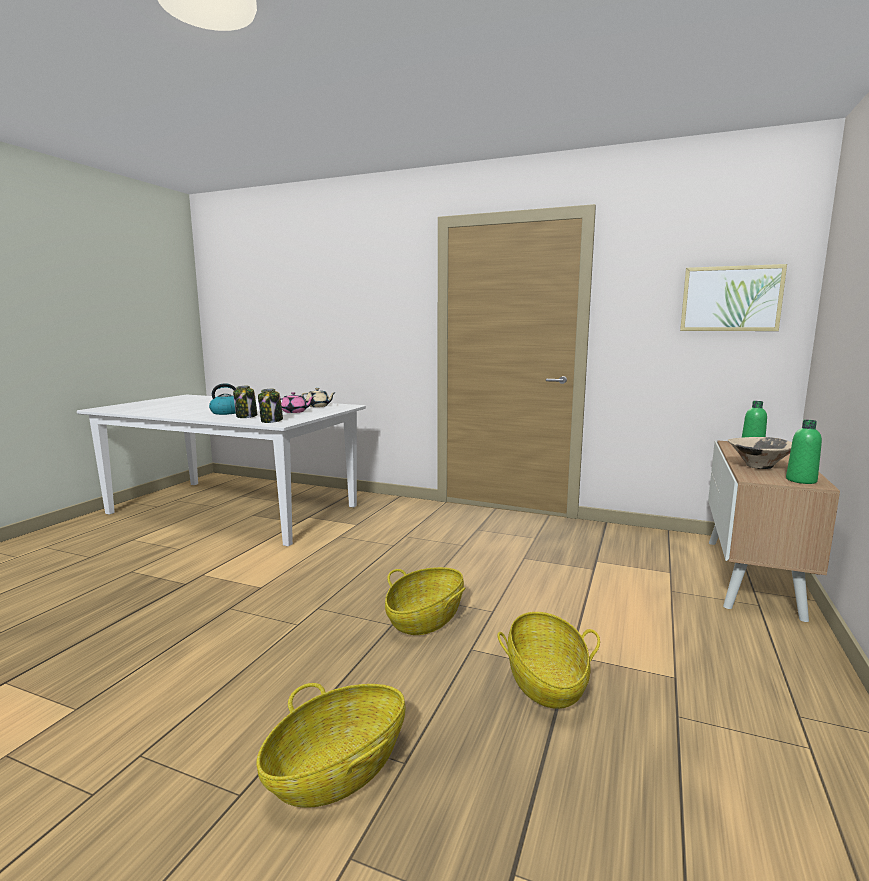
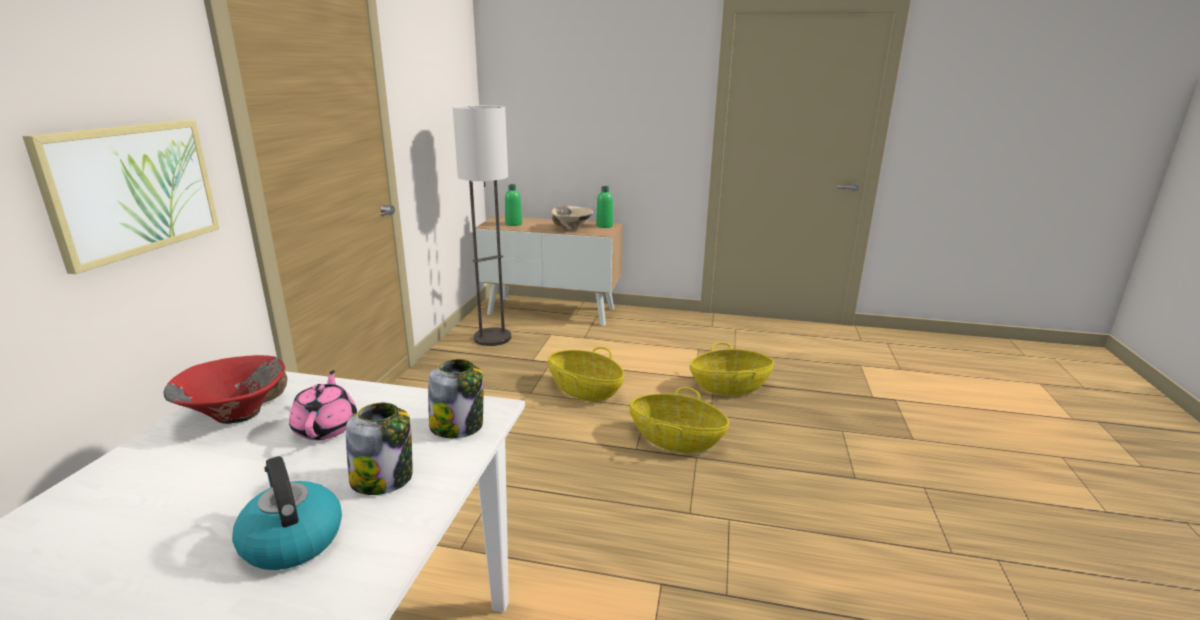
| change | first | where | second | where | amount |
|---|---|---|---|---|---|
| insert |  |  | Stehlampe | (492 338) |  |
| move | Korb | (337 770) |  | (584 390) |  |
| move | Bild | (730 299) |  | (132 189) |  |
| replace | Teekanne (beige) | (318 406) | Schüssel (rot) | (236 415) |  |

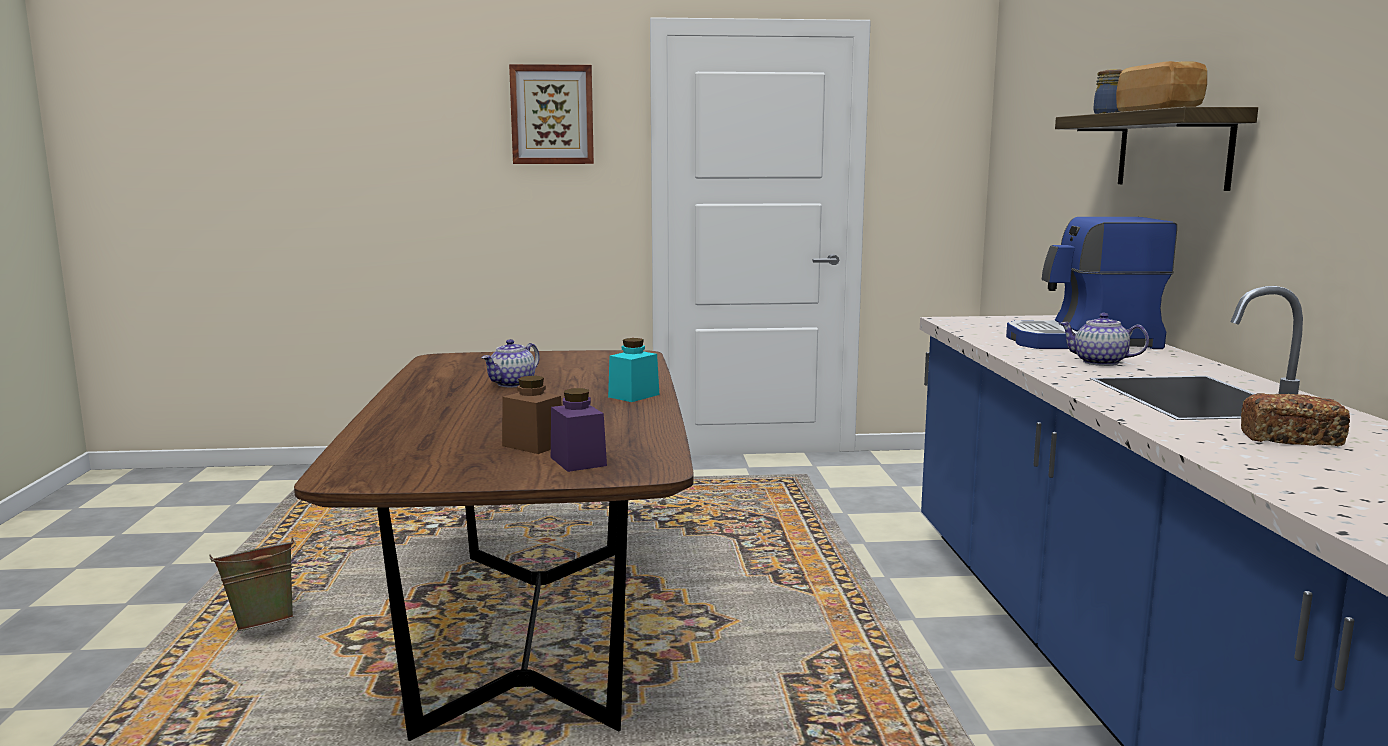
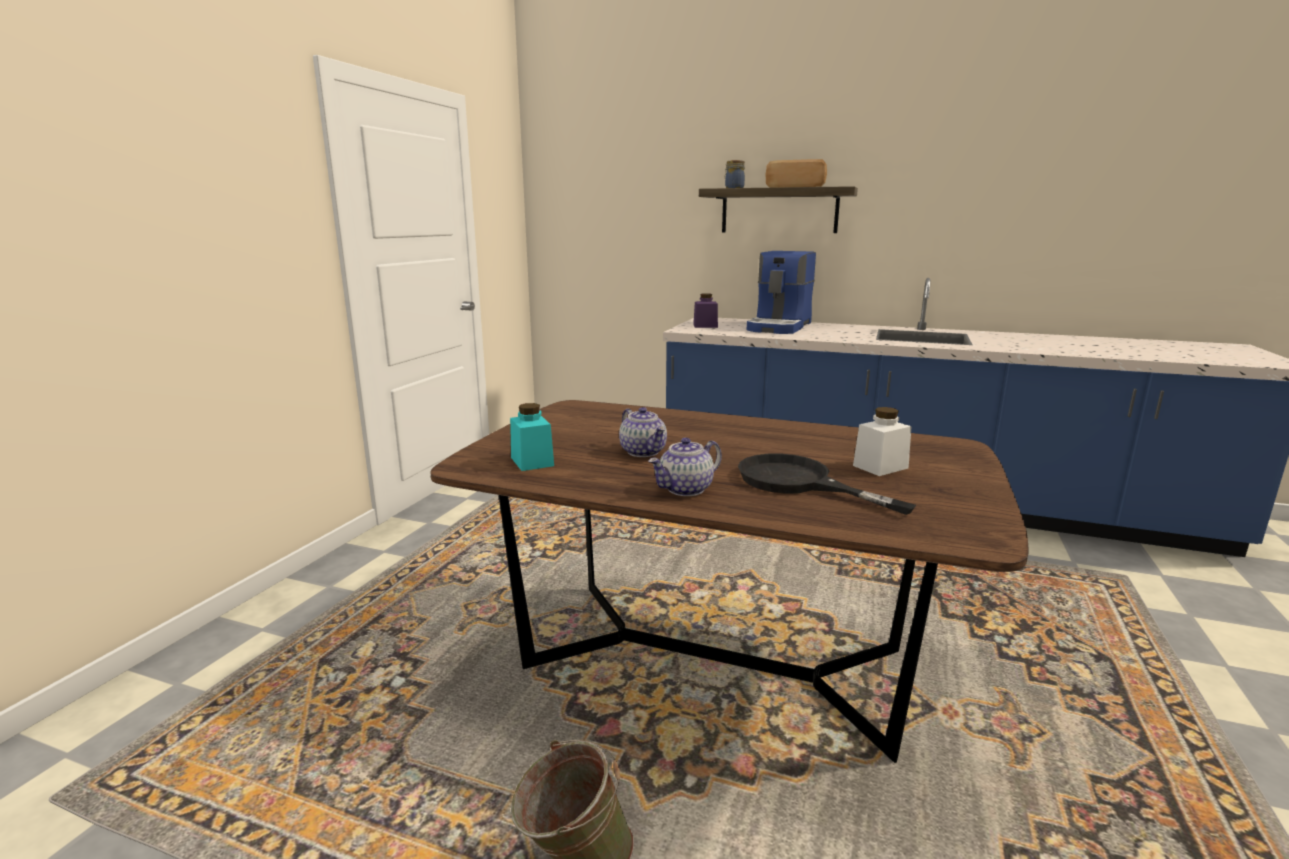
| change | first | where | second | where | amount |
|---|---|---|---|---|---|
| delete | Bild | (552 115) |  |  |  |
| delete | Brot | (1291 439) |  |  |  |
| insert |  |  | Pfanne (schwarz) | (798 482) |  |
| move | Vorratsglas (lila) | (578 461) |  | (705 326) |  |
| move | Vorratsglas (türkis) | (633 396) |  | (532 461) |  |
| move | Teekanne | (1099 362) |  | (685 489) |  |
| recolor | Vorratsglas (braun) | (533 445) | Vorratsglas (weiß) | (880 467) |  |

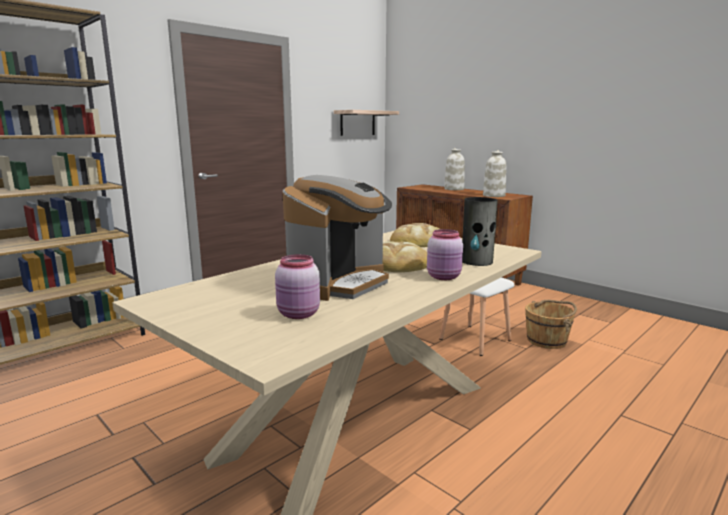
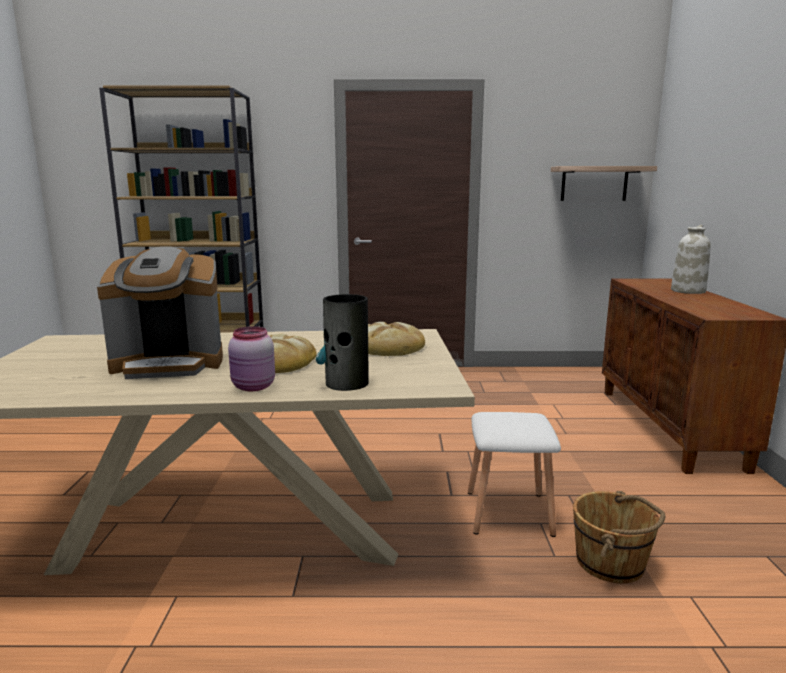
| change | first | where | second | where | amount |
|---|---|---|---|---|---|
| delete | Vorratsglas (rosa) | (299 314) |  |  |  |
| delete | Vase (weiß) | (493 195) |  |  |  |

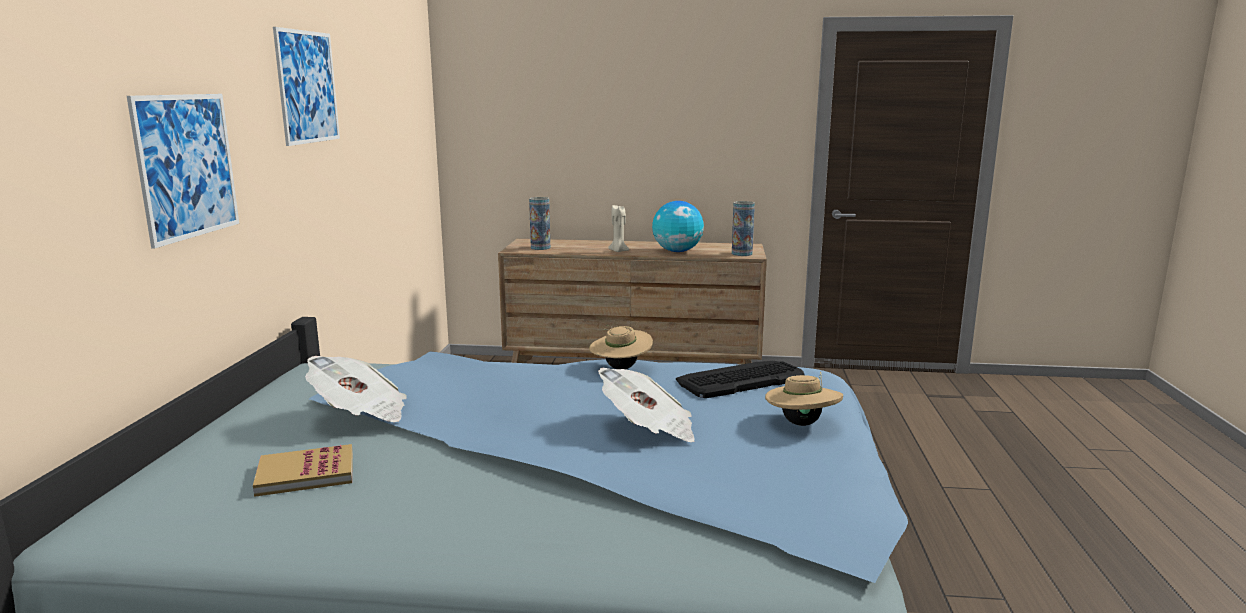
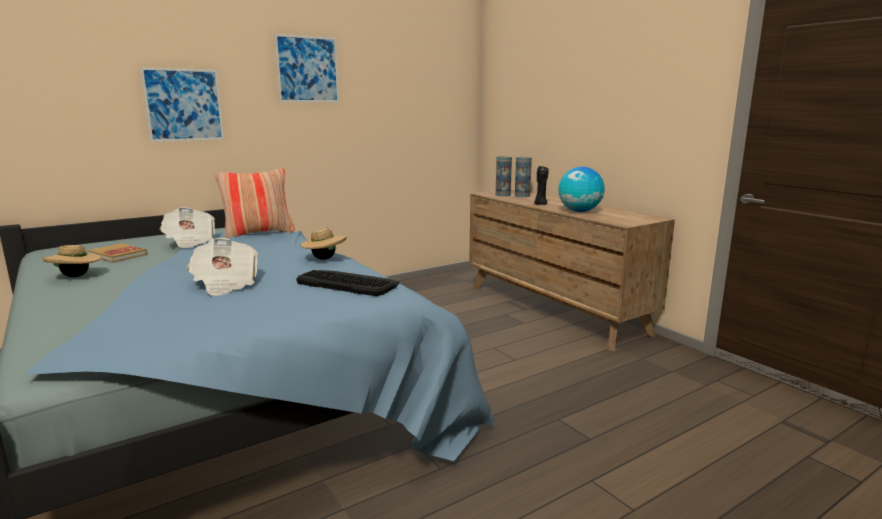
| change | first | where | second | where | amount |
|---|---|---|---|---|---|
| insert |  |  | Kissen | (258 233) |  |
| move | Vase | (742 254) |  | (522 196) |  |
| move | Hut (beige) | (801 423) |  | (76 276) |  |
| recolor | Kerze (beige) | (618 251) | Kerze (schwarz) | (540 204) |  |

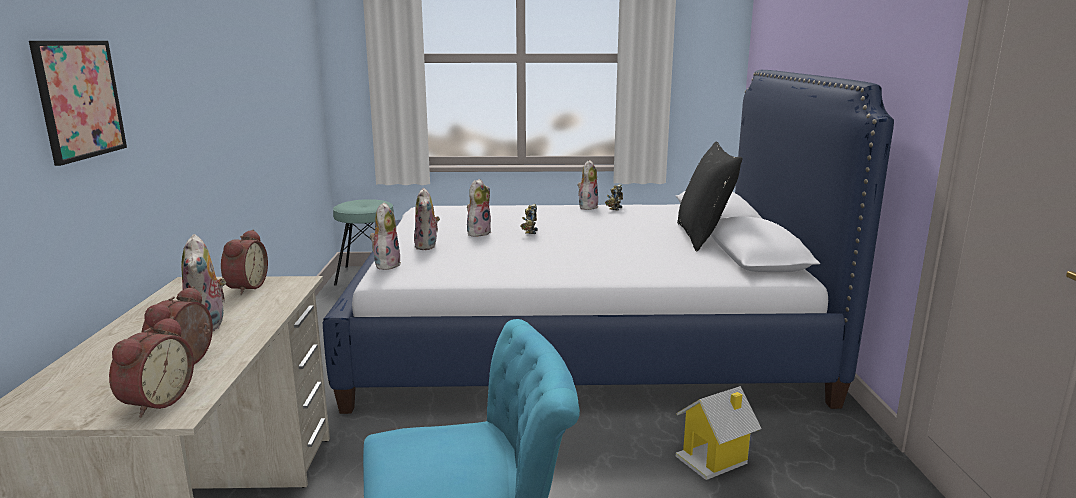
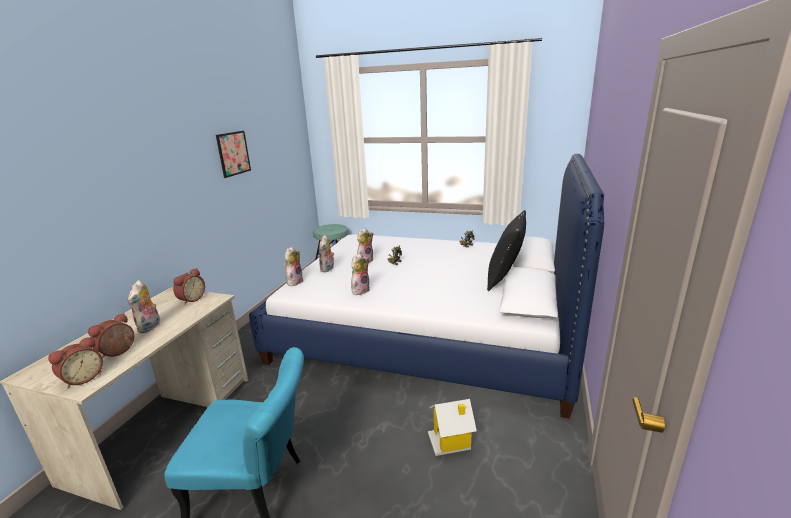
| change | first | where | second | where | amount |
|---|---|---|---|---|---|
| move | Bild | (80 99) |  | (233 153) |  |
| move | Plüschtier | (587 207) |  | (360 290) |  |

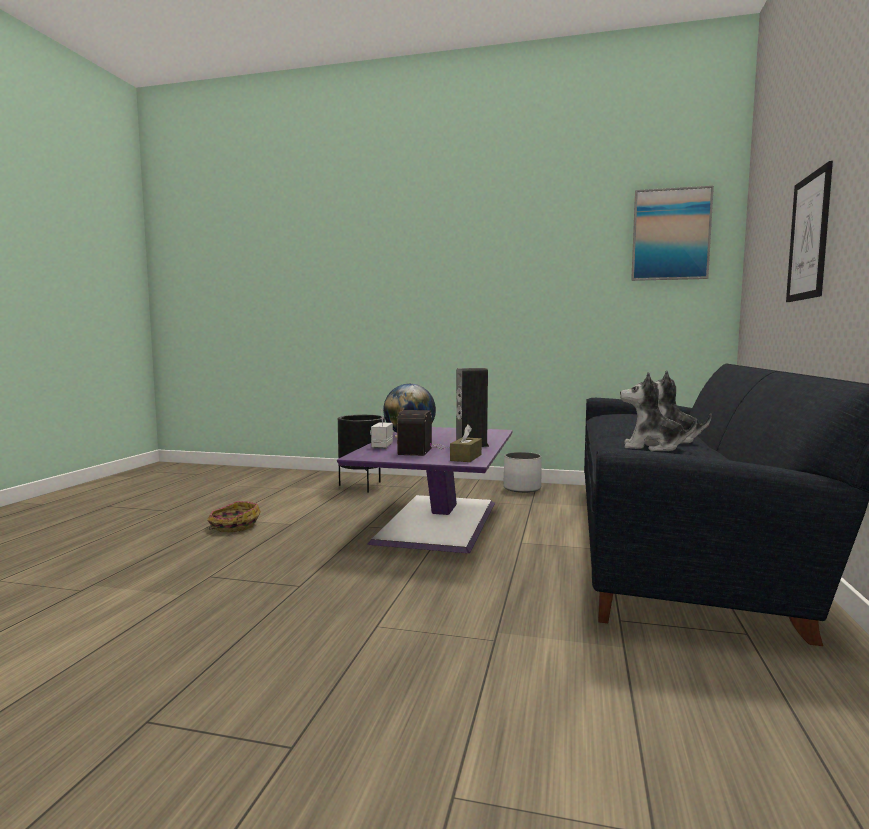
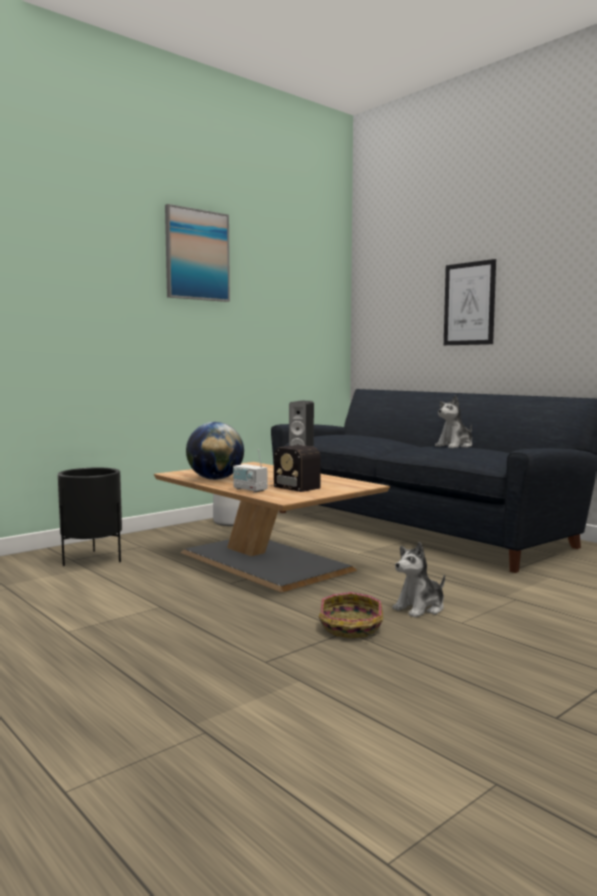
| change | first | where | second | where | amount |
|---|---|---|---|---|---|
| delete | Taschentuchbox (braun) | (466 457) |  |  |  |
| move | Korb | (233 526) |  | (351 628) |  |
| move | Plüschtier | (652 447) |  | (420 608) |  |
| move | Bild | (670 235) |  | (197 255) |  |
| recolor | Couchtisch (lila) | (437 522) | Couchtisch (braun) | (267 561) |  |

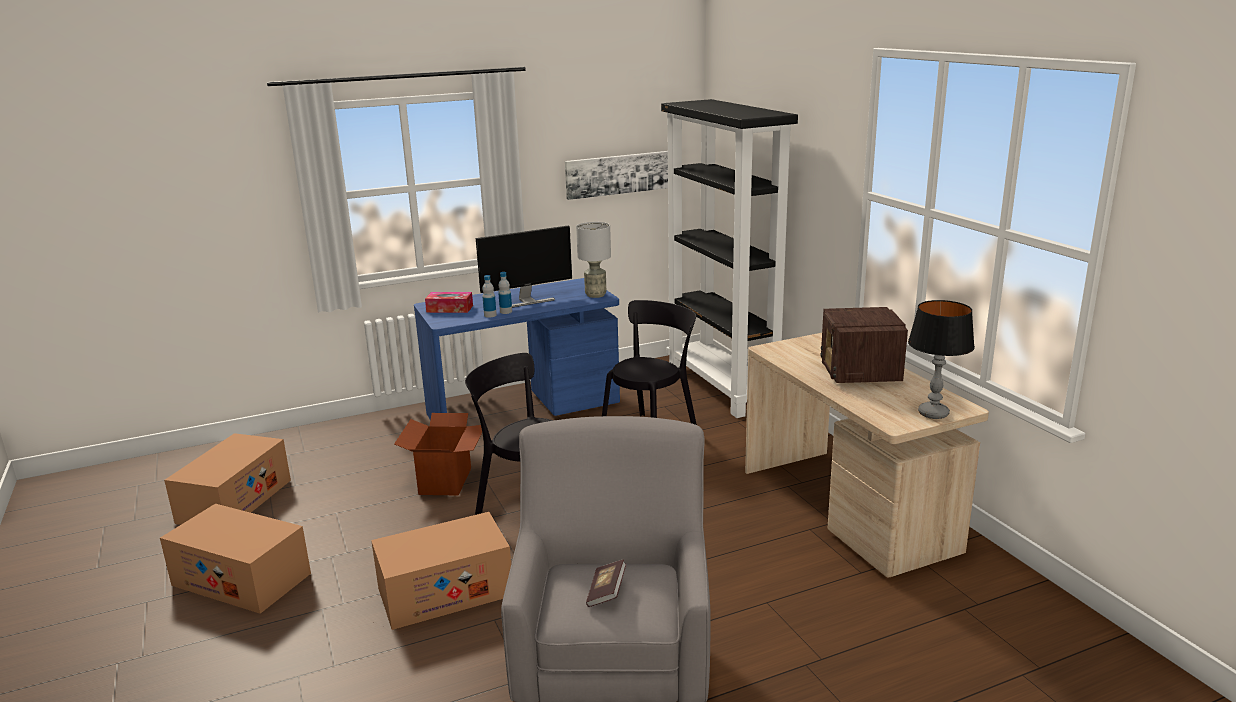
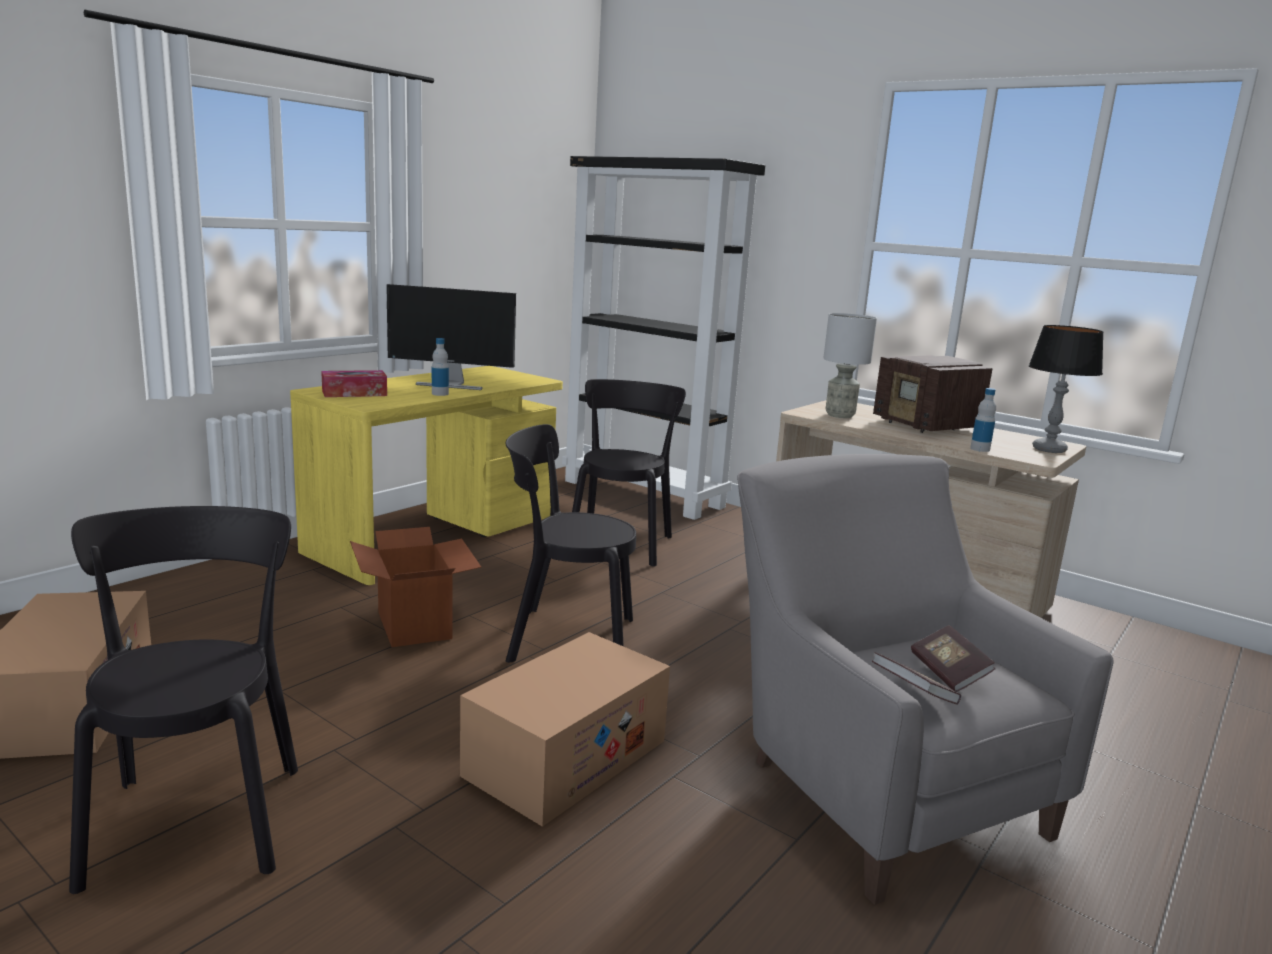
| change | first | where | second | where | amount |
|---|---|---|---|---|---|
| delete | Bild | (617 174) |  |  |  |
| insert |  |  | Buch | (912 694) |  |
| move | Flasche | (490 315) |  | (980 449) |  |
| move | Tischlampe (grau) | (595 295) |  | (839 415) |  |
| replace | Karton | (241 579) | Stuhl (schwarz) | (198 817) |  |
| recolor | Schreibtisch (blau) | (523 410) | Schreibtisch (gelb) | (435 536) |  |
| rotate | Monitor | (527 301) |  | (451 385) | 60 degrees clockwise |

